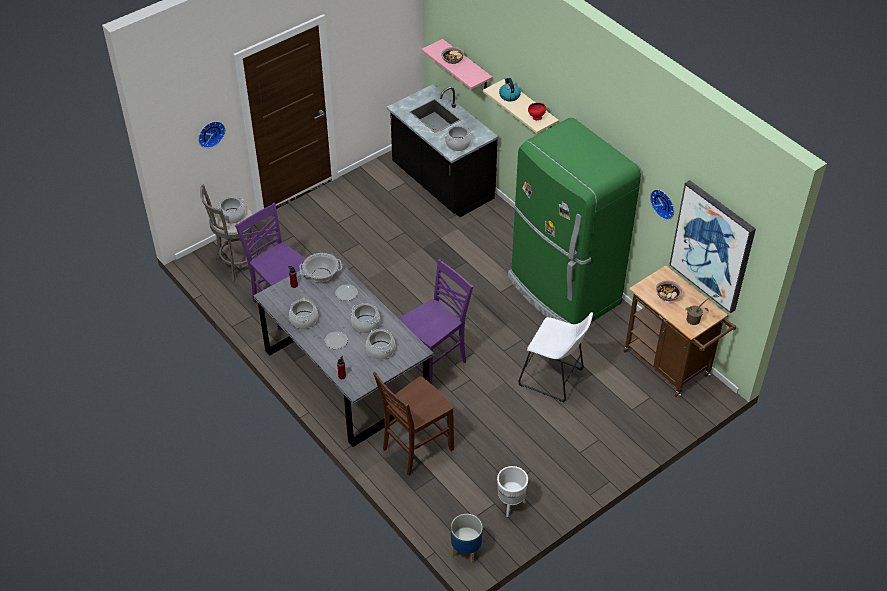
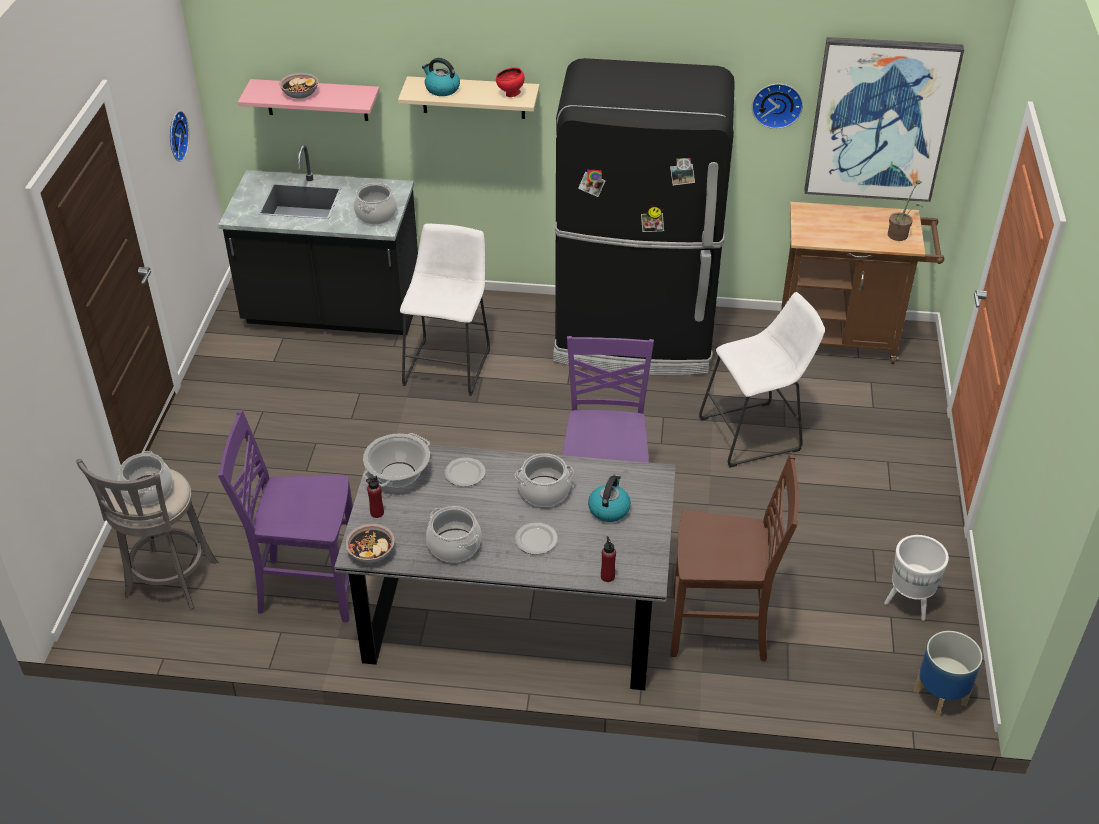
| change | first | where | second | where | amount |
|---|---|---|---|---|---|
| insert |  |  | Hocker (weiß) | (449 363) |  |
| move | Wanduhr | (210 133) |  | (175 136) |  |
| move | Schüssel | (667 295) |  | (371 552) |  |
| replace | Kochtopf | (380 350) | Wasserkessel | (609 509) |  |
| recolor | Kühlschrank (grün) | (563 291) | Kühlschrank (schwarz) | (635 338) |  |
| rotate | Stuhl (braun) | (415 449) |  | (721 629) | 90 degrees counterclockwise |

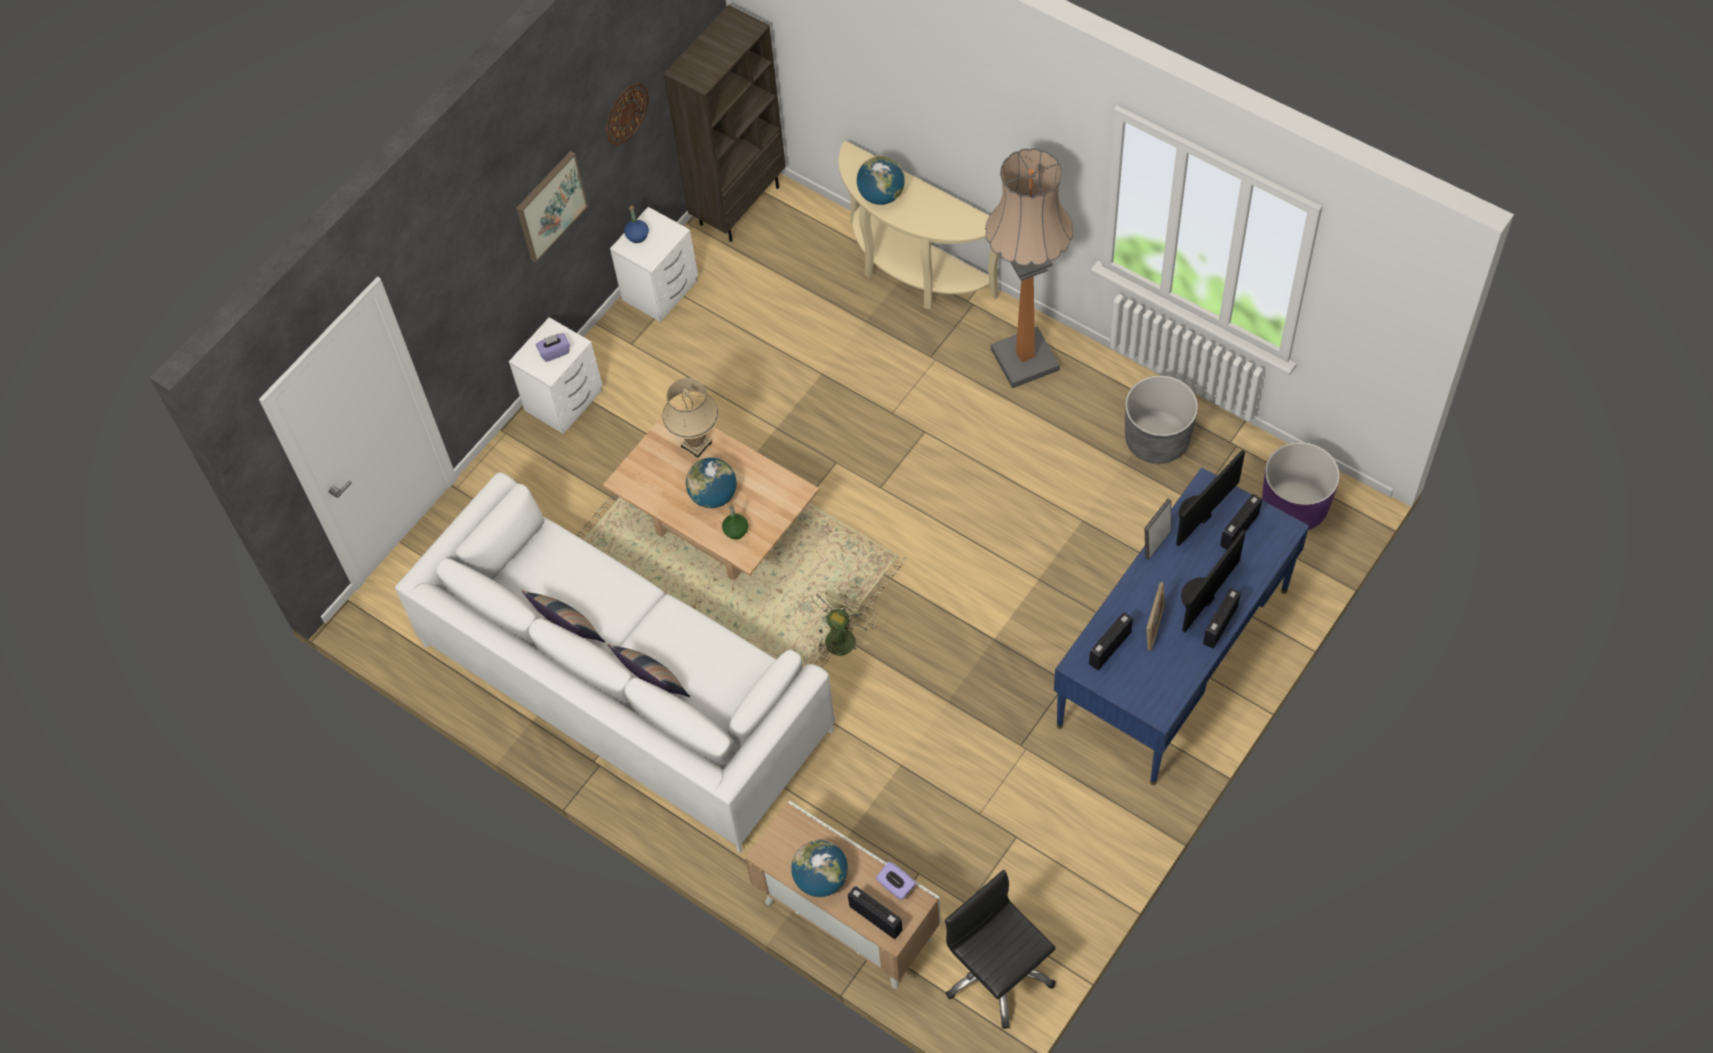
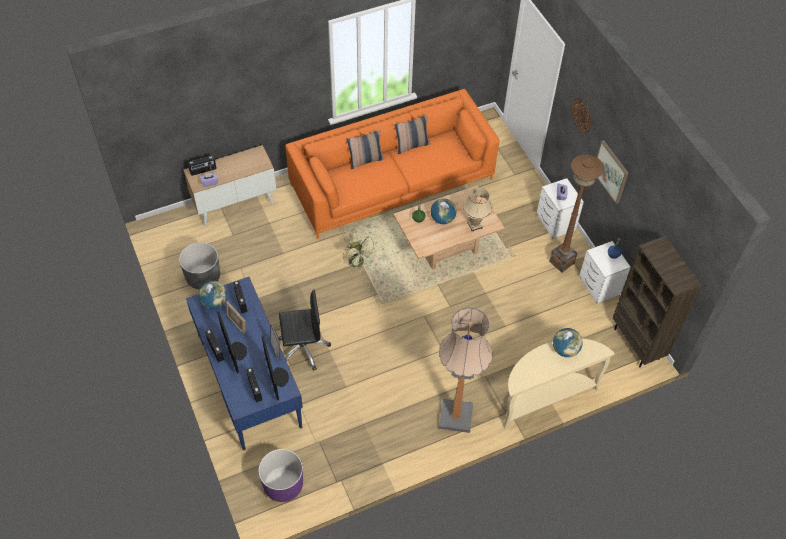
| change | first | where | second | where | amount |
|---|---|---|---|---|---|
| insert |  |  | Stehlampe (braun) | (561 262) |  |
| move | Wanduhr | (626 113) |  | (581 115) |  |
| move | Globus | (821 878) |  | (214 302) |  |
| move | Bürostuhl (schwarz) | (998 974) |  | (303 348) |  |
| move | Pflanzkübel (grau) | (1157 440) |  | (203 277) |  |
| recolor | Sofa (weiß) | (626 687) | Sofa (orange) | (392 182) |  |

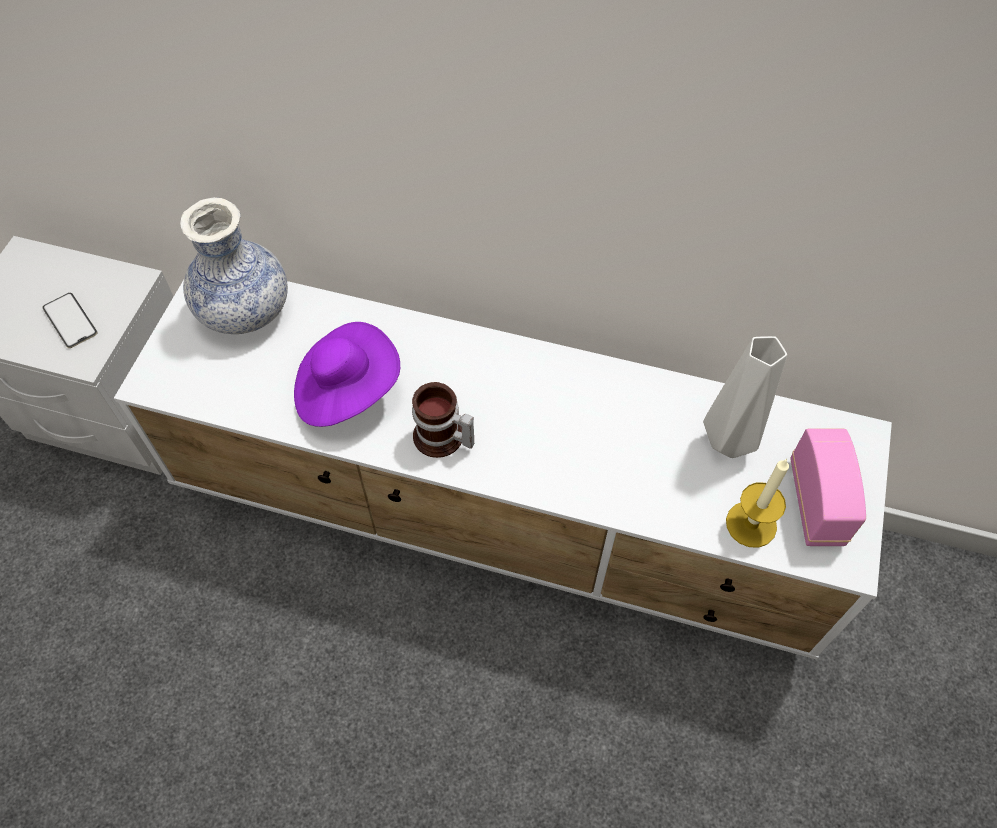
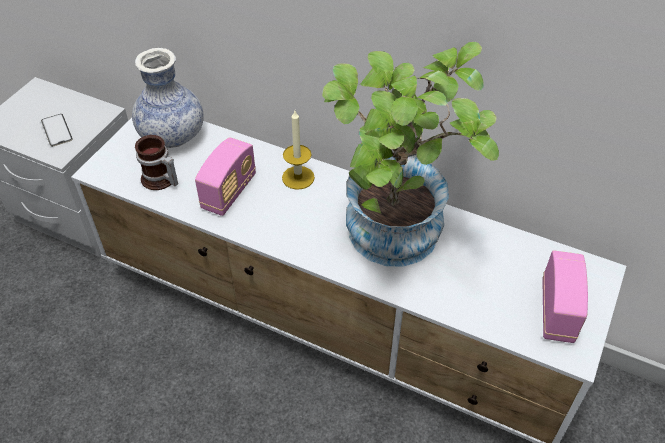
| change | first | where | second | where | amount |
|---|---|---|---|---|---|
| delete | Vase (grau) | (730 443) |  |  |  |
| insert |  |  | Topfpflanze | (393 243) |  |
| move | Henkelbecher | (442 440) |  | (160 180) |  |
| move | Kerze | (751 524) |  | (298 177) |  |
| replace | Hut (lila) | (346 390) | Radio | (229 192) |  |

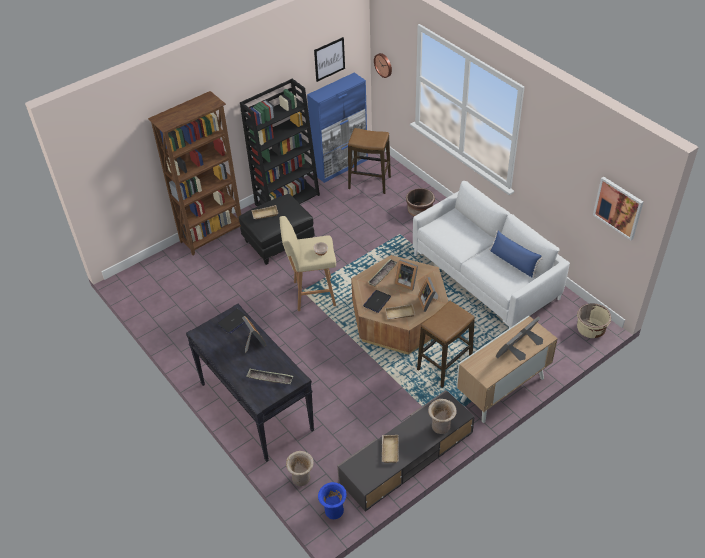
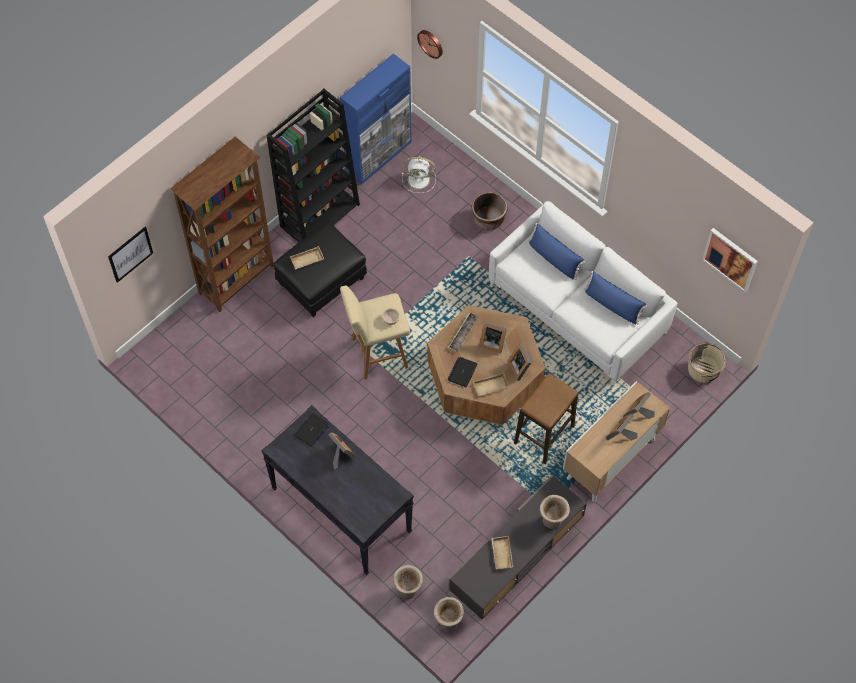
| change | first | where | second | where | amount |
|---|---|---|---|---|---|
| delete | Tablett | (270 378) |  |  |  |
| insert |  |  | Kissen (blau) | (554 259) |  |
| move | Bild | (329 59) |  | (130 254) |  |
| replace | Hocker | (369 183) | Ventilator (weiß) | (420 179) |  |
| recolor | Vase (blau) | (333 510) | Vase (beige) | (448 622) |  |

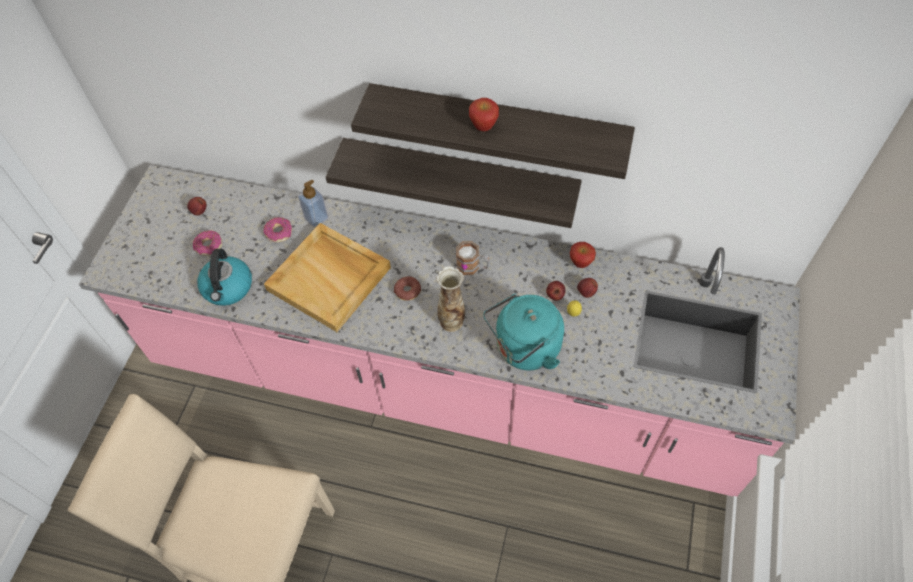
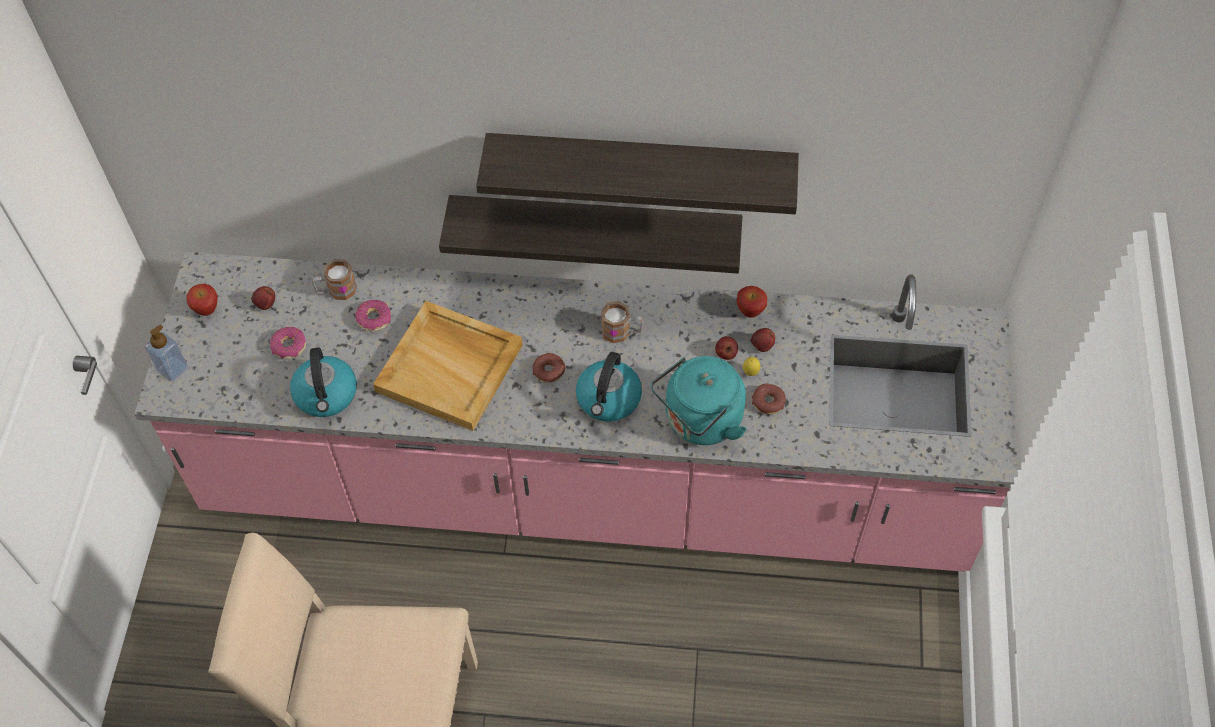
| change | first | where | second | where | amount |
|---|---|---|---|---|---|
| insert |  |  | Henkelbecher | (336 290) |  |
| insert |  |  | Donut | (768 402) |  |
| move | Seifenspender | (316 218) |  | (172 369) |  |
| move | Apfel | (483 127) |  | (207 310) |  |
| replace | Vase | (452 321) | Wasserkessel | (608 400) |  |

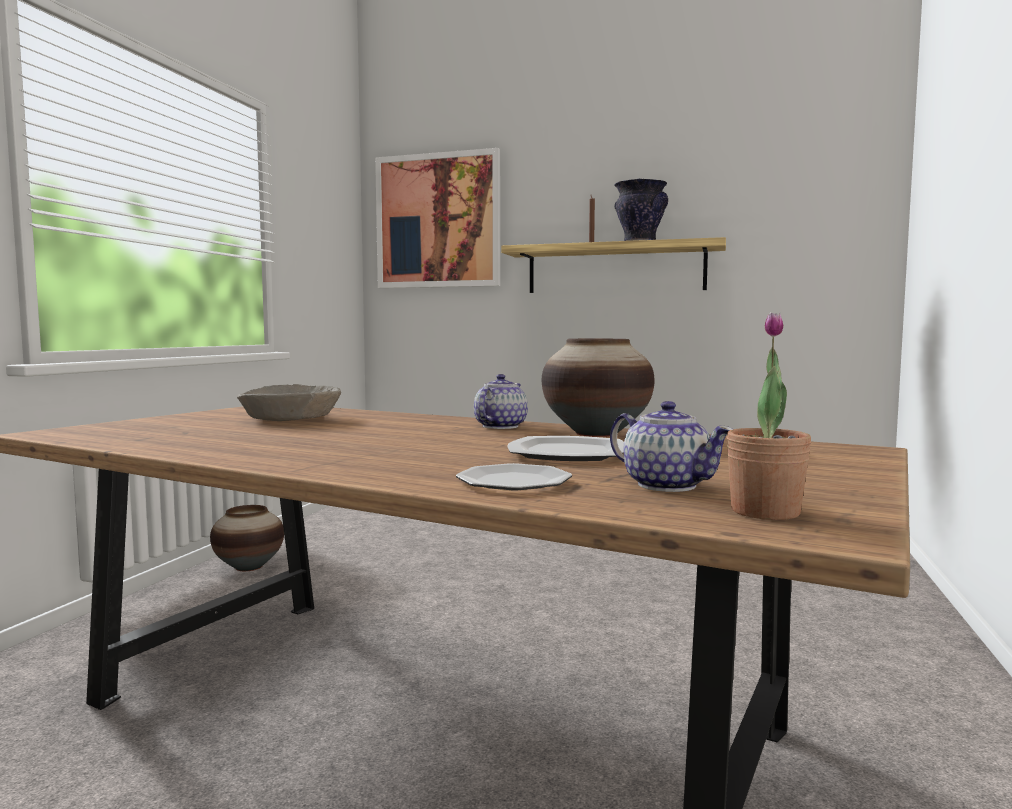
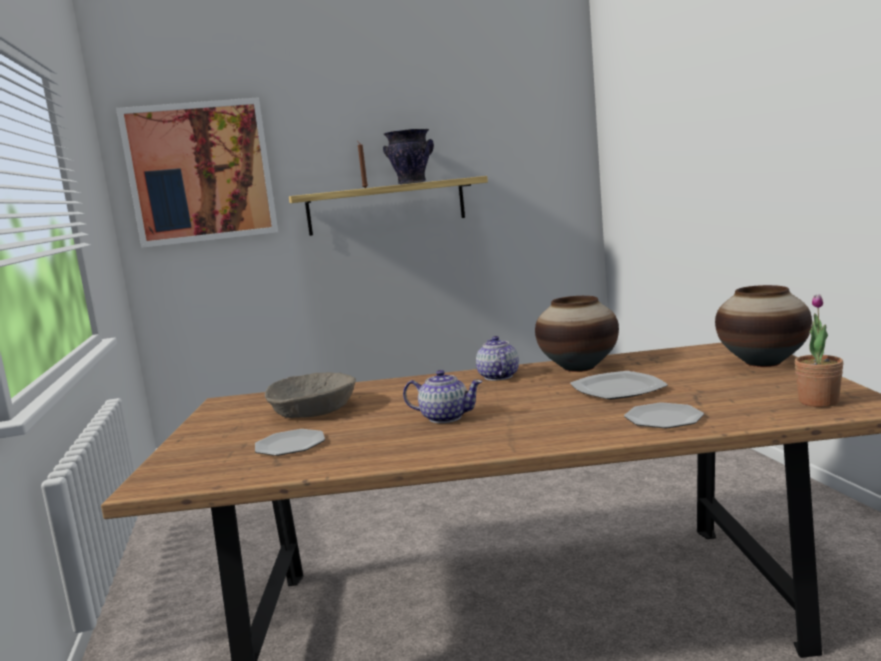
| change | first | where | second | where | amount |
|---|---|---|---|---|---|
| insert |  |  | Teller | (290 445) |  |
| move | Vase | (249 567) |  | (763 362) |  |
| move | Teekanne | (666 485) |  | (444 417) |  |

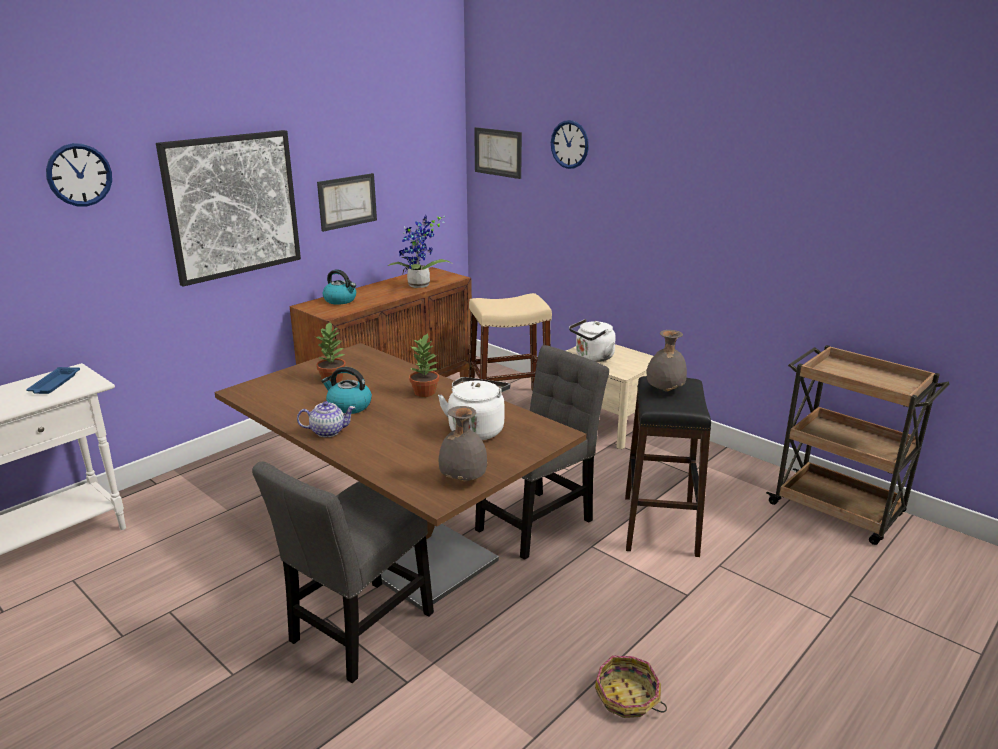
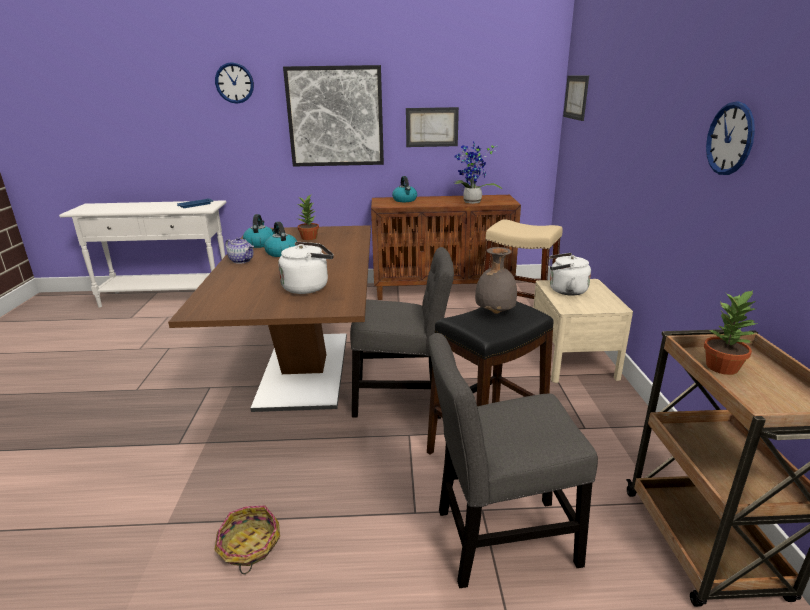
| change | first | where | second | where | amount |
|---|---|---|---|---|---|
| delete | Vase (grau) | (462 479) |  |  |  |
| insert |  |  | Wasserkessel | (260 243) |  |
| move | Stuhl (grau) | (357 632) |  | (498 539) |  |
| move | Topfpflanze | (425 392) |  | (723 367) |  |
| move | Wanduhr | (569 144) |  | (730 139) |  |

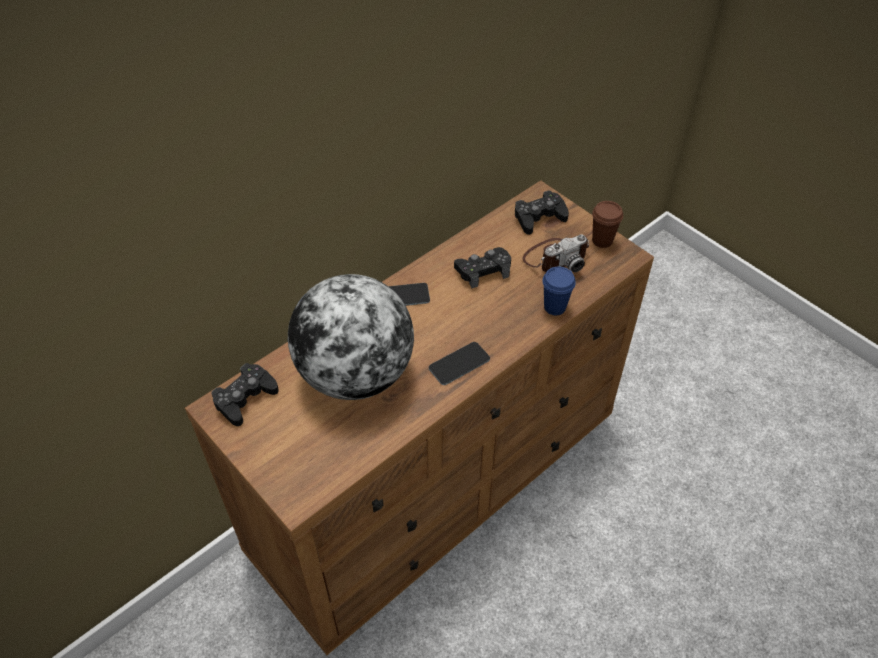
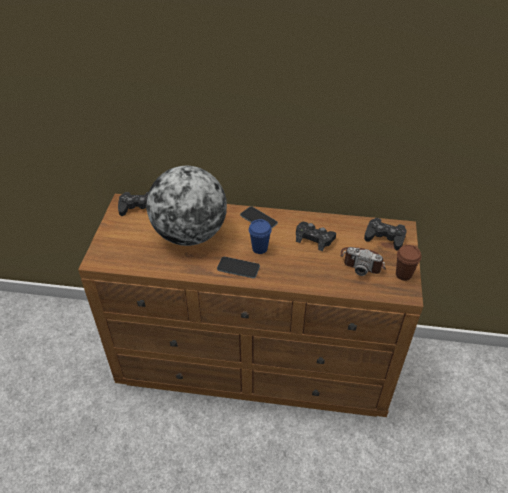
| change | first | where | second | where | amount |
|---|---|---|---|---|---|
| move | Tasse (blau) | (554 307) |  | (259 248) |  |

